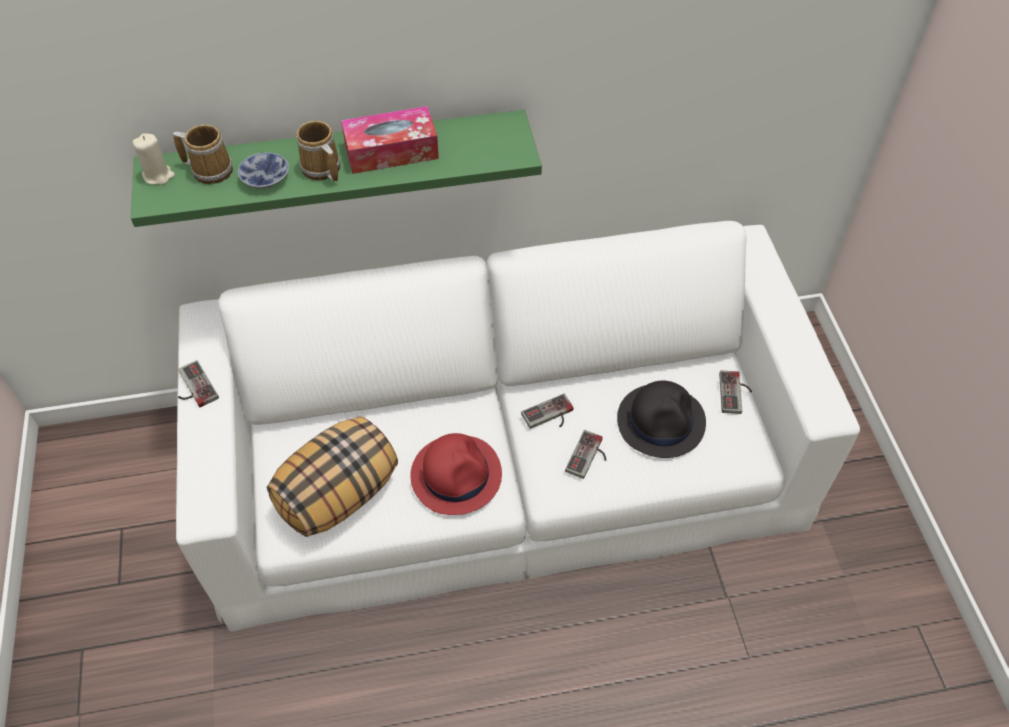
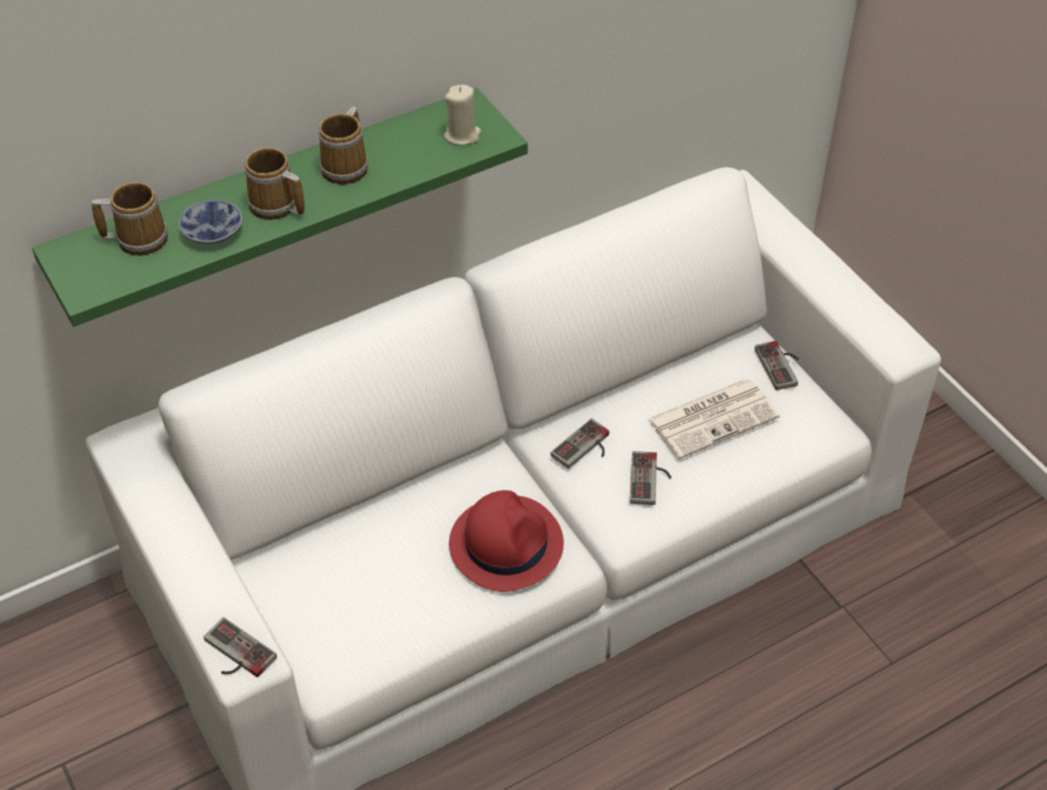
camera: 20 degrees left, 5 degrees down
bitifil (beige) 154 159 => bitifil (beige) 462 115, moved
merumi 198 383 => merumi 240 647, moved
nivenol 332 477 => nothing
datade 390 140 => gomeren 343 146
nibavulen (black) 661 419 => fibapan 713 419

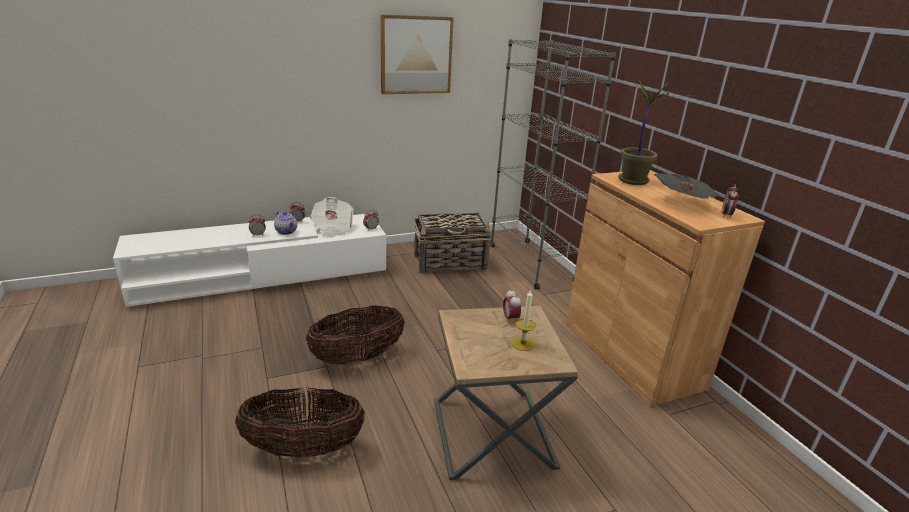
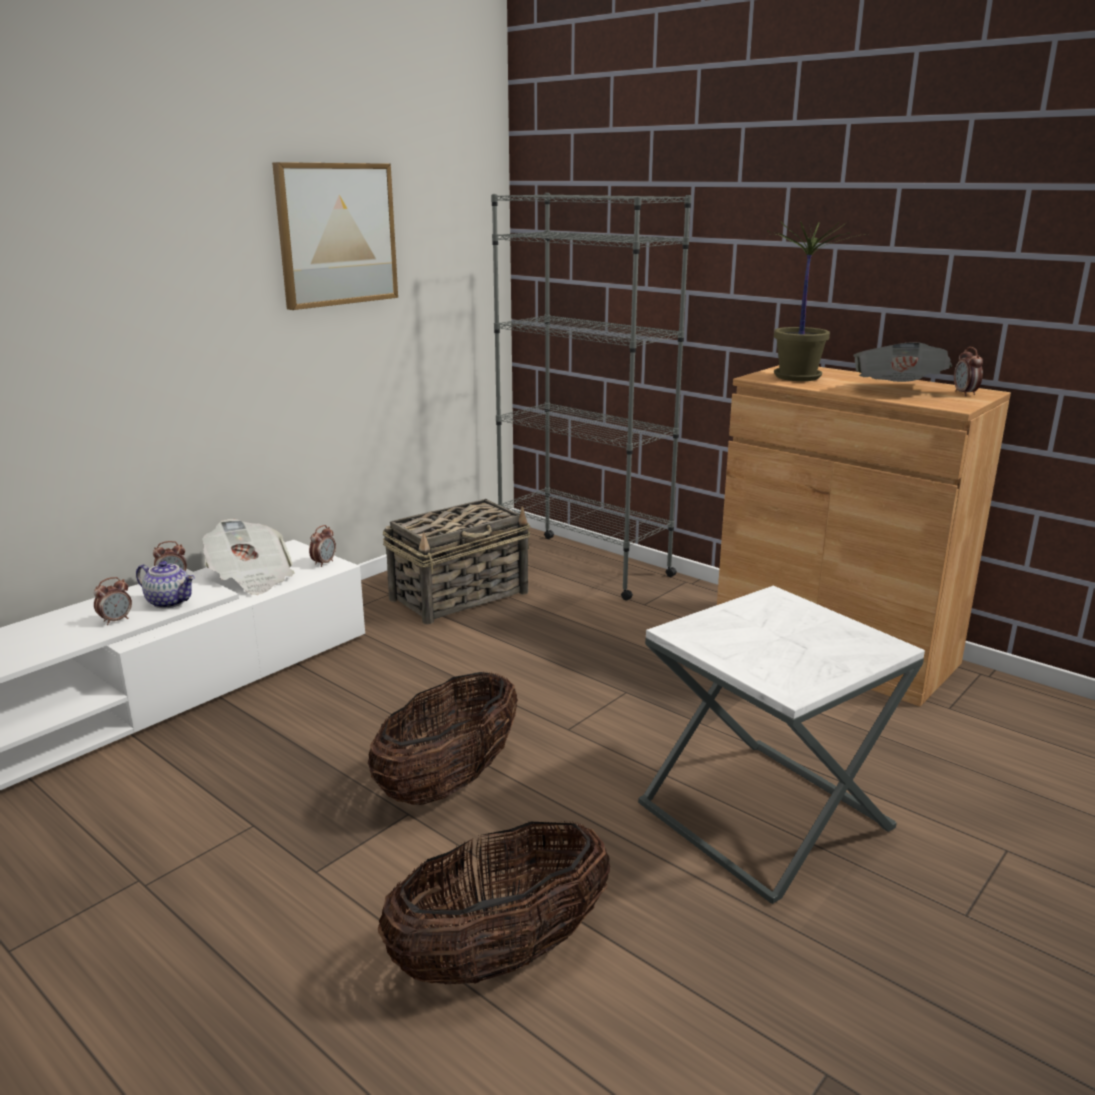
camera: 25 degrees left, 5 degrees down
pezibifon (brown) 506 393 => pezibifon (white) 781 745
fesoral 512 306 => nothing
bitifil 524 320 => nothing

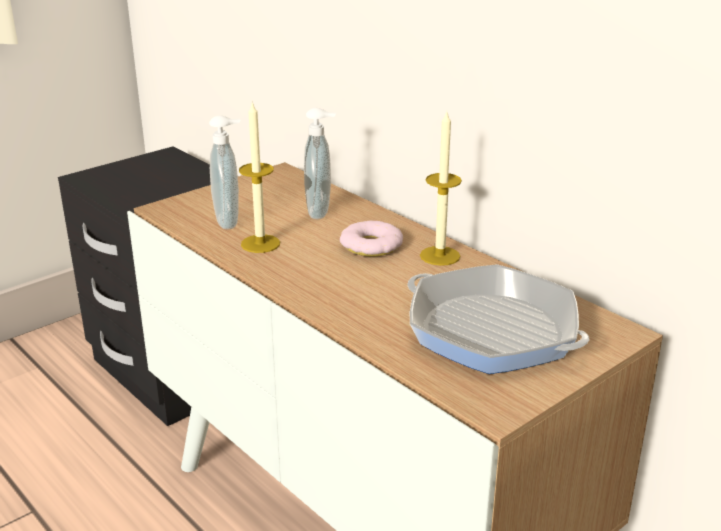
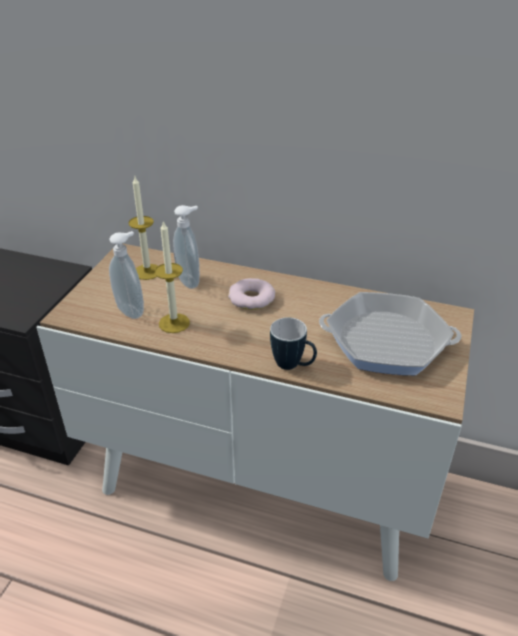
camera: 30 degrees left, 10 degrees up
bitifil 441 189 => bitifil 143 228, moved
nothing => gomeren 293 343

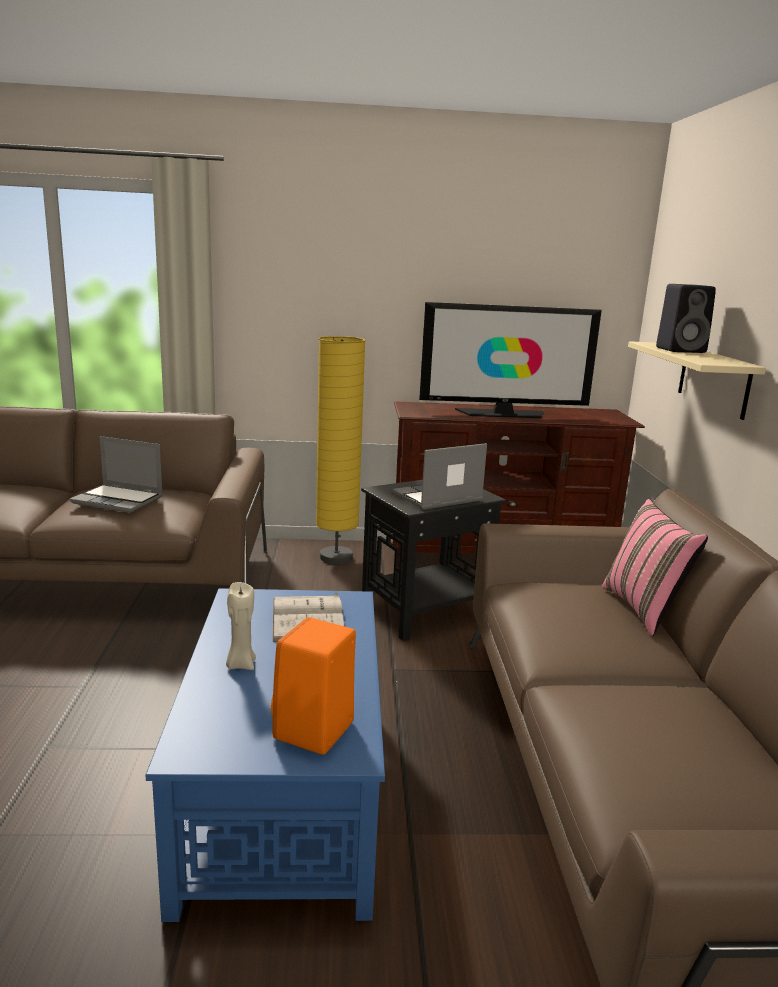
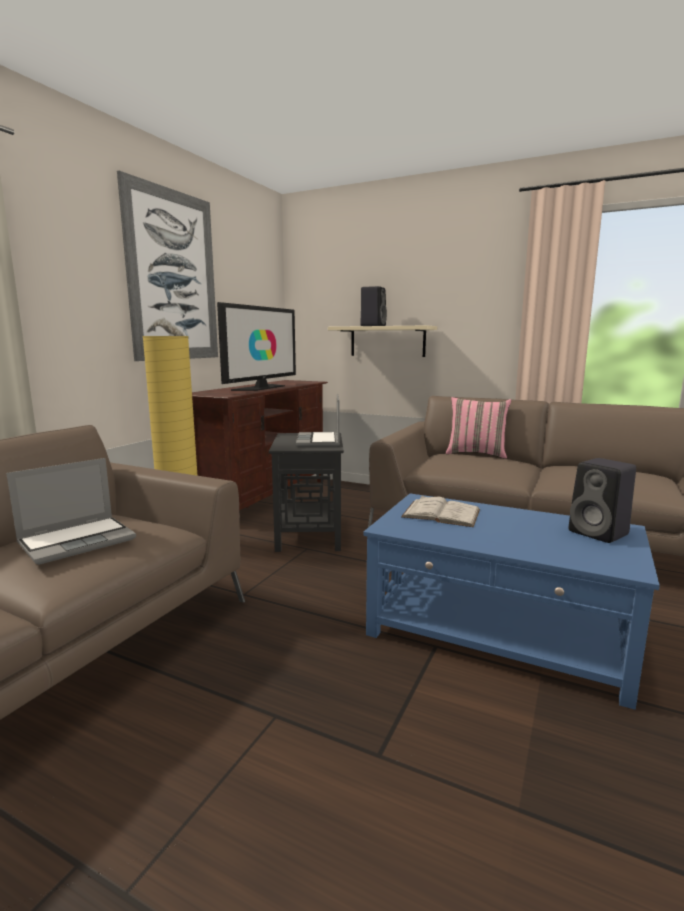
camera: 60 degrees left, 5 degrees down
bitifil (beige) 241 626 => nothing
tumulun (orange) 313 686 => tumulun (black) 602 500
nothing => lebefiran 167 266

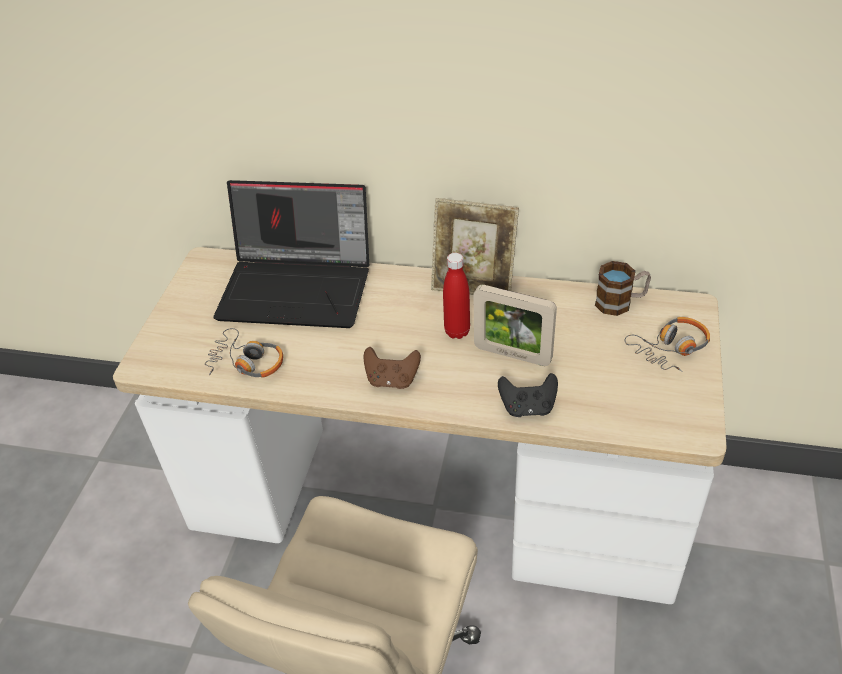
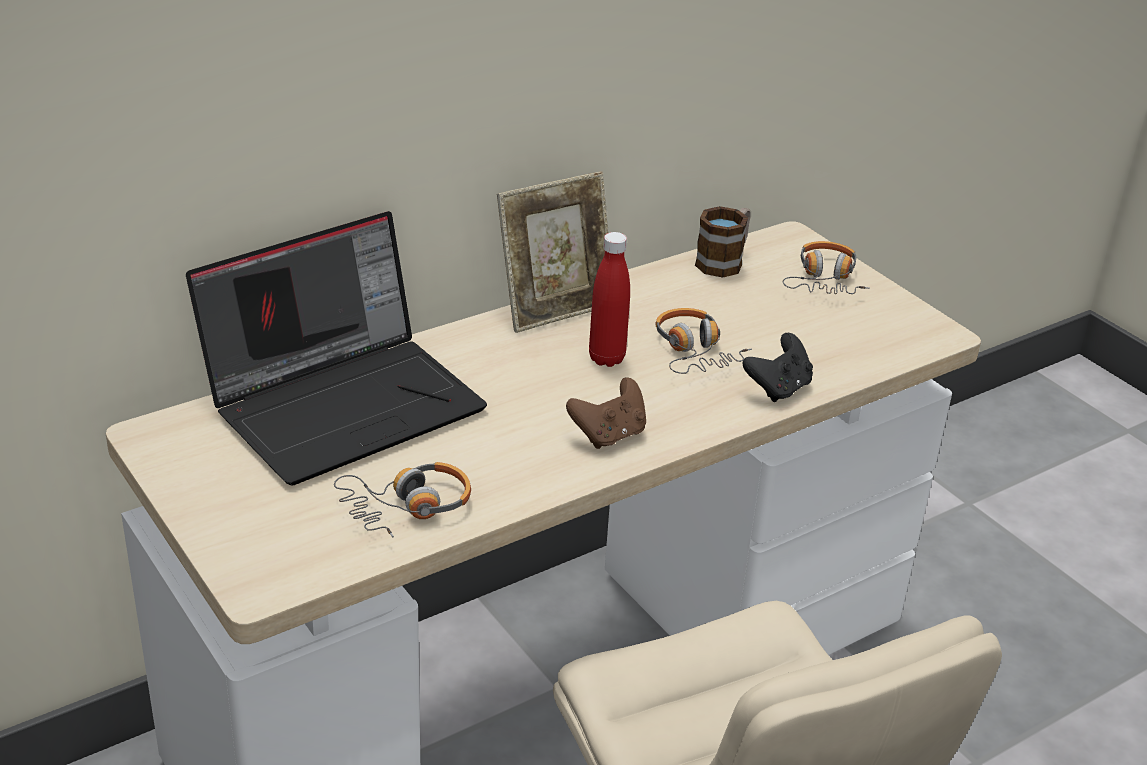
camera: 50 degrees left, 10 degrees down
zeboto 515 325 => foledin 703 341

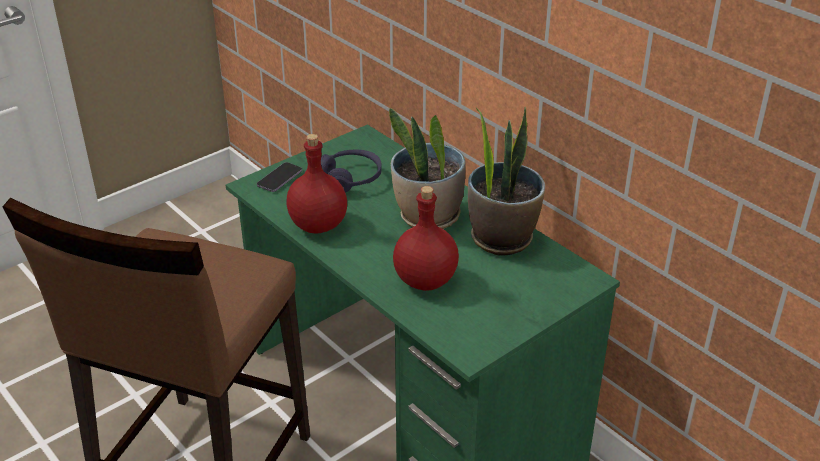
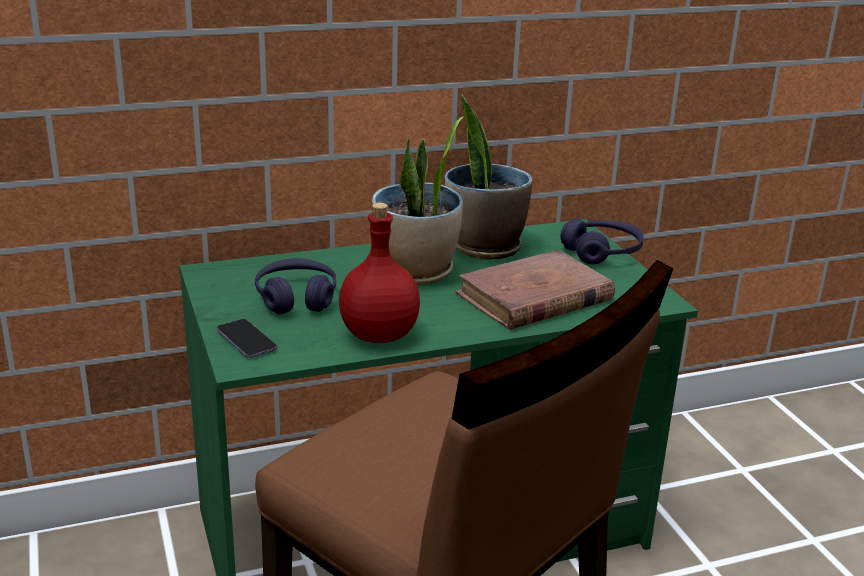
camera: 70 degrees left, 10 degrees down
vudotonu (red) 426 238 => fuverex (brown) 535 290
nothing => foledin (purple) 602 241

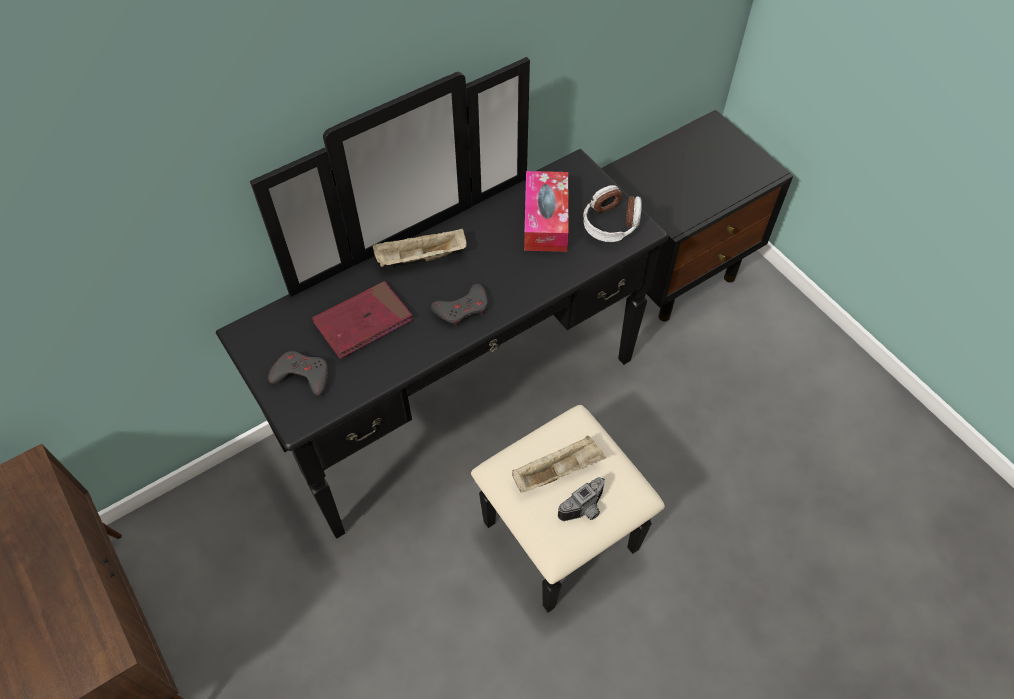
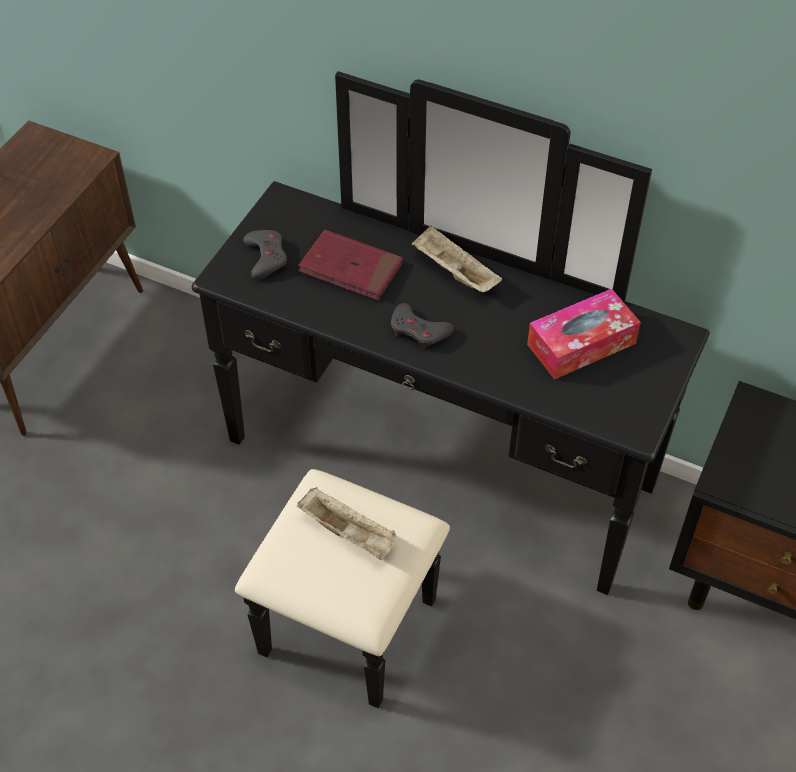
camera: 60 degrees right, 5 degrees down
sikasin 581 499 => nothing
foledin 612 213 => nothing

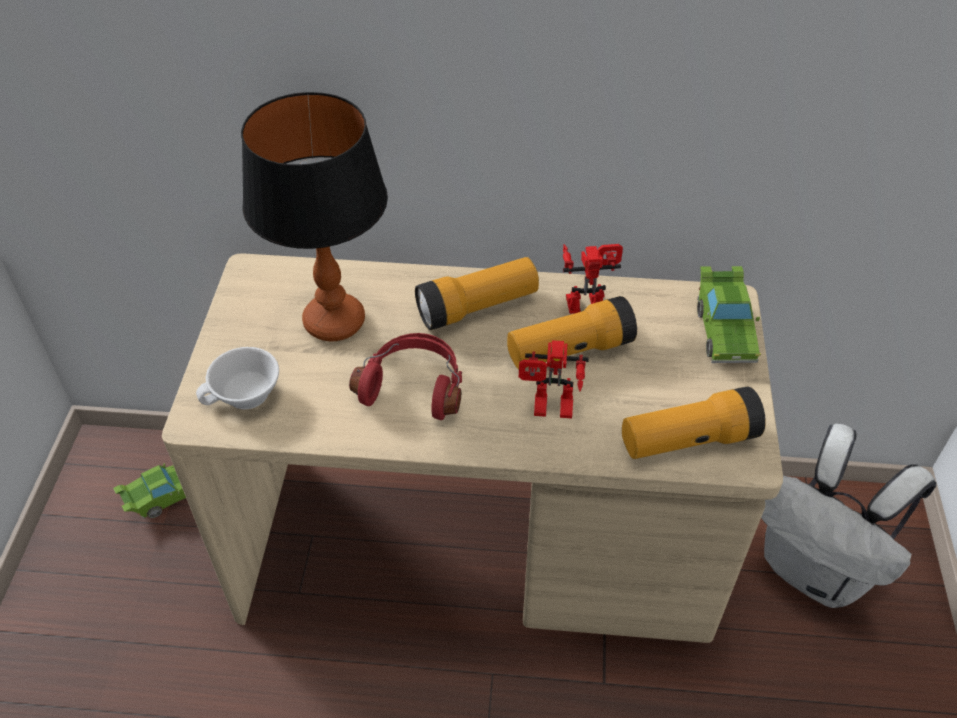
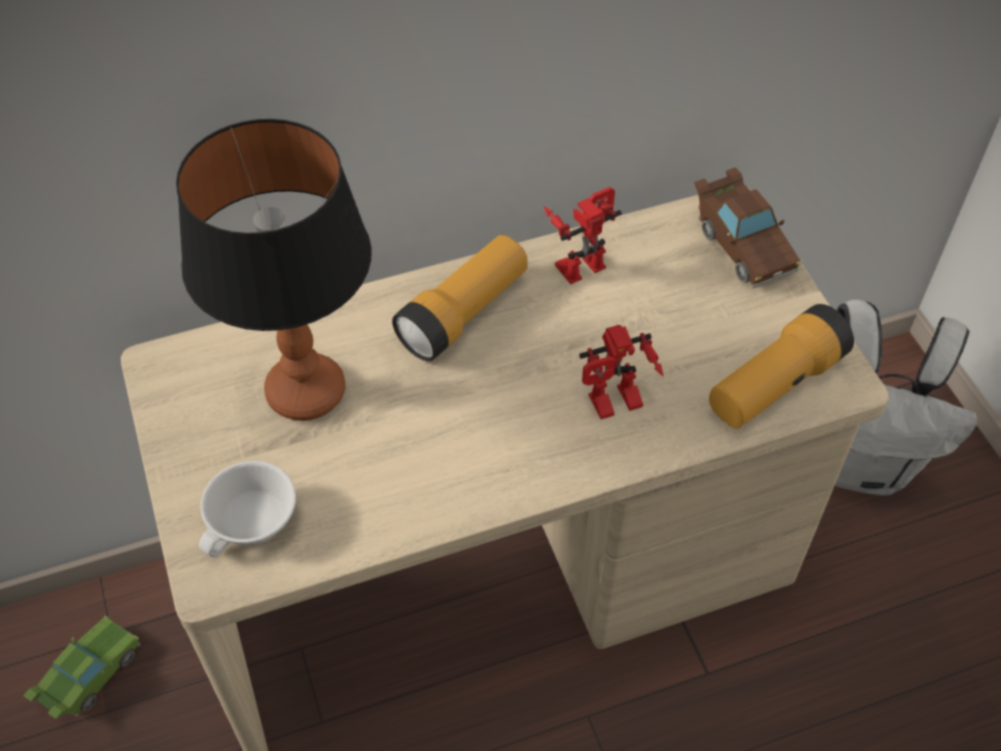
camera: 25 degrees left, 5 degrees up
foledin (red) 405 376 => nothing
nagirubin 572 332 => nothing
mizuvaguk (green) 729 314 => mizuvaguk (brown) 748 227

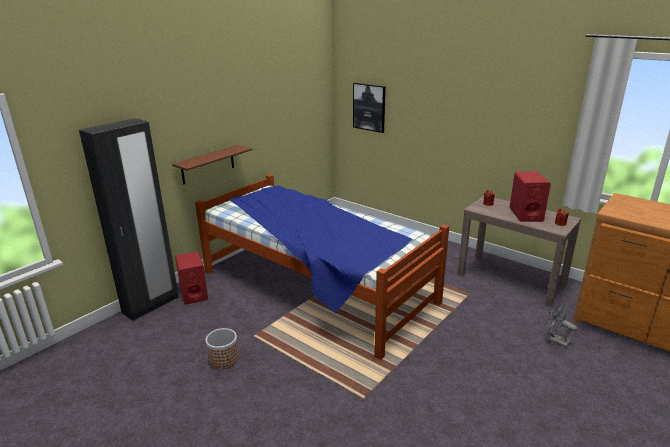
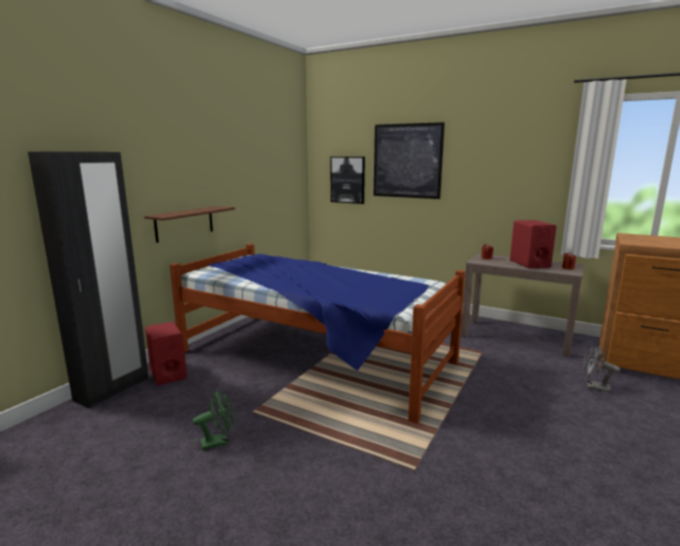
camera: 10 degrees left, 10 degrees down
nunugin 222 348 => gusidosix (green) 213 420
nothing => lebefiran 409 160

